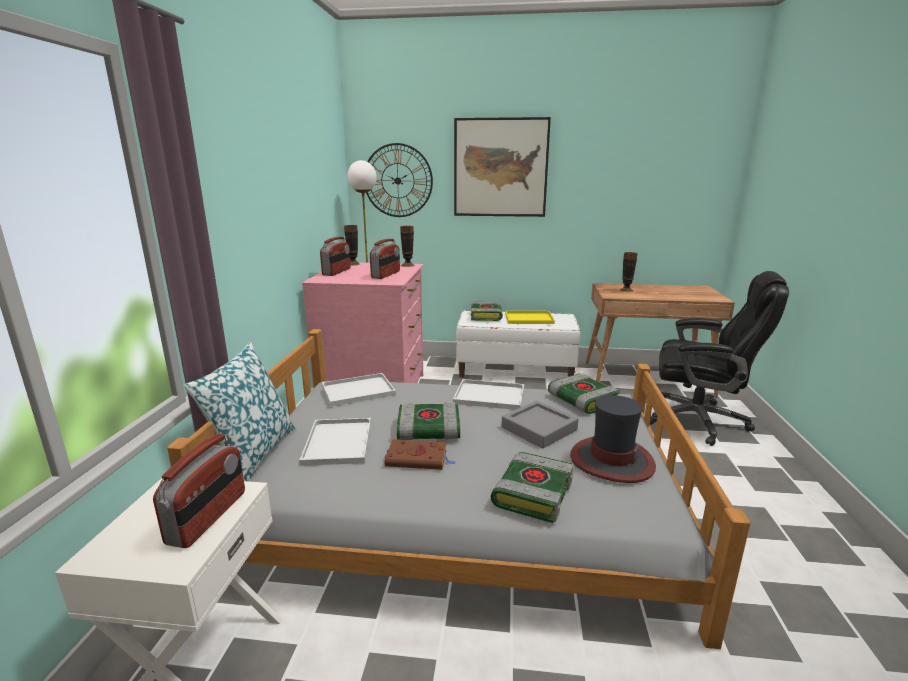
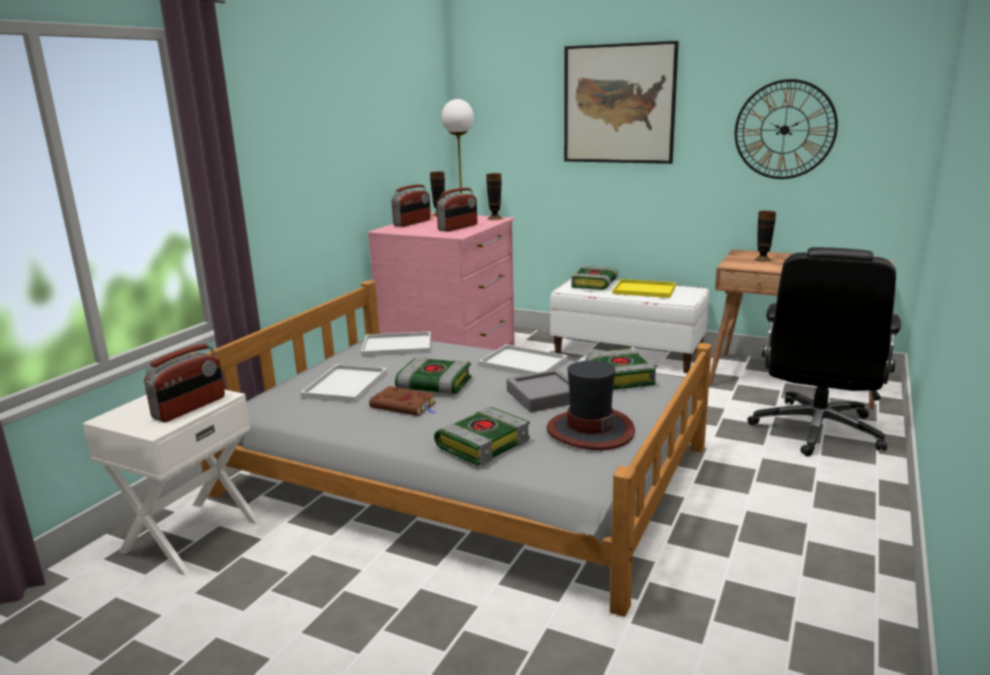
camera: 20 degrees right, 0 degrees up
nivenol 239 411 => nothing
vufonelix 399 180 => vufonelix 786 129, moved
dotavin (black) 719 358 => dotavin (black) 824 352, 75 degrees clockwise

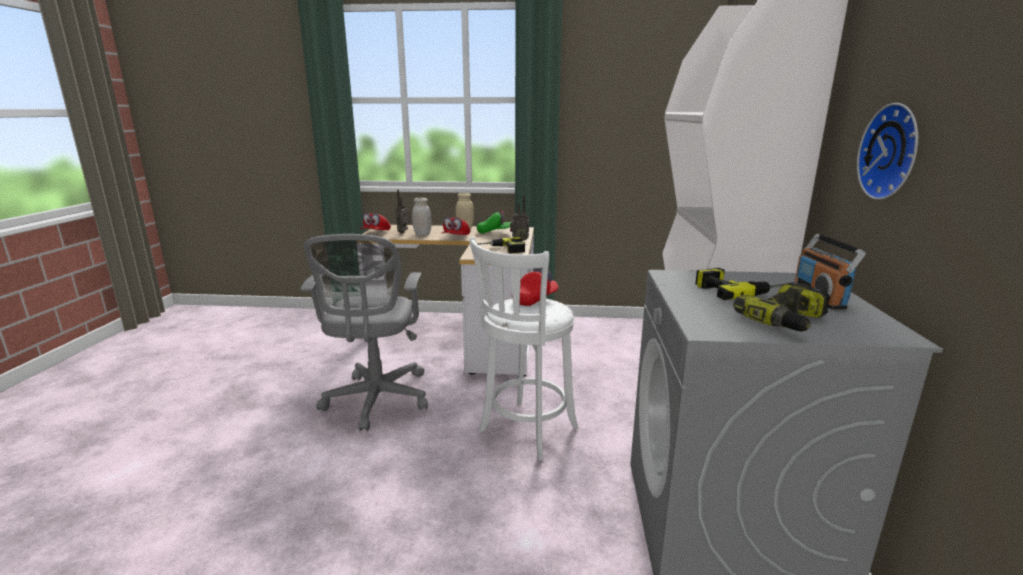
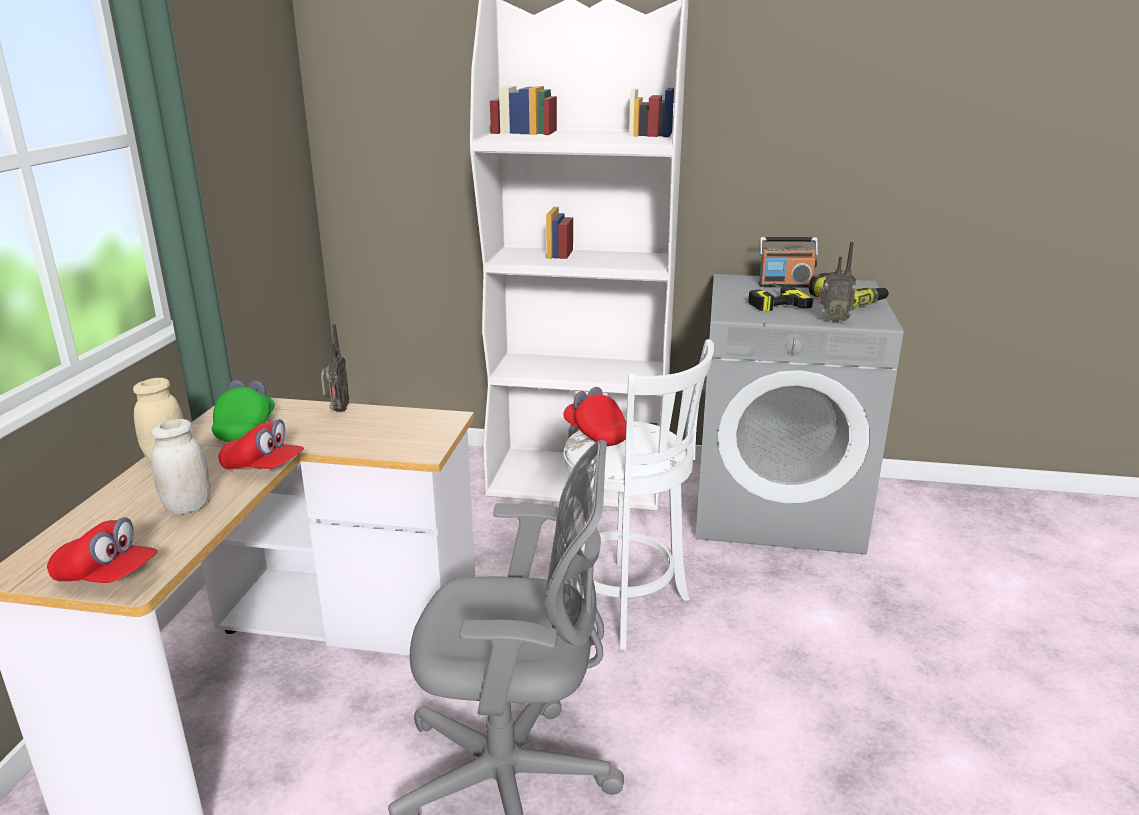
camera: 85 degrees left, 5 degrees up
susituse 403 211 => susituse 837 282, moved
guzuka 501 245 => nothing
vufonelix 887 151 => nothing

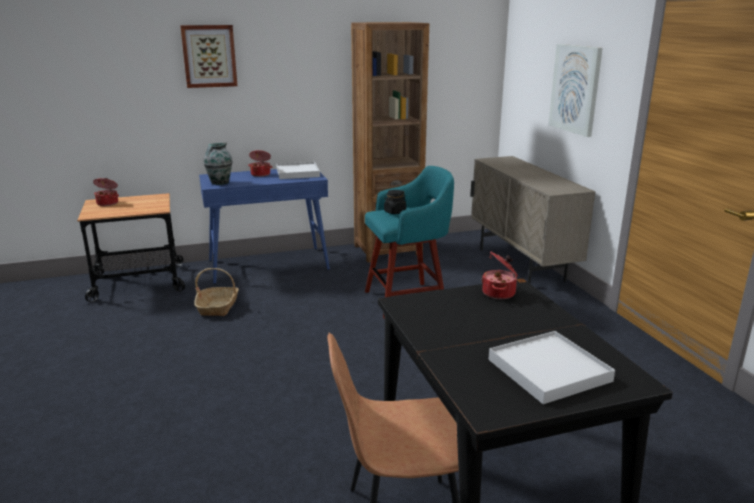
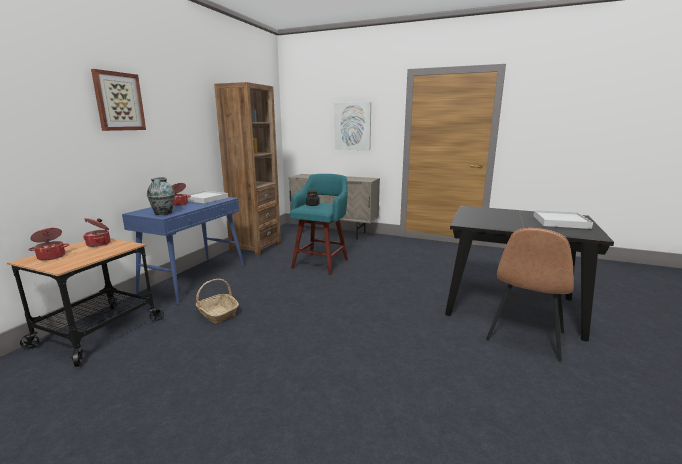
camera: 50 degrees left, 5 degrees down
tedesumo 499 275 => tedesumo 96 232, moved

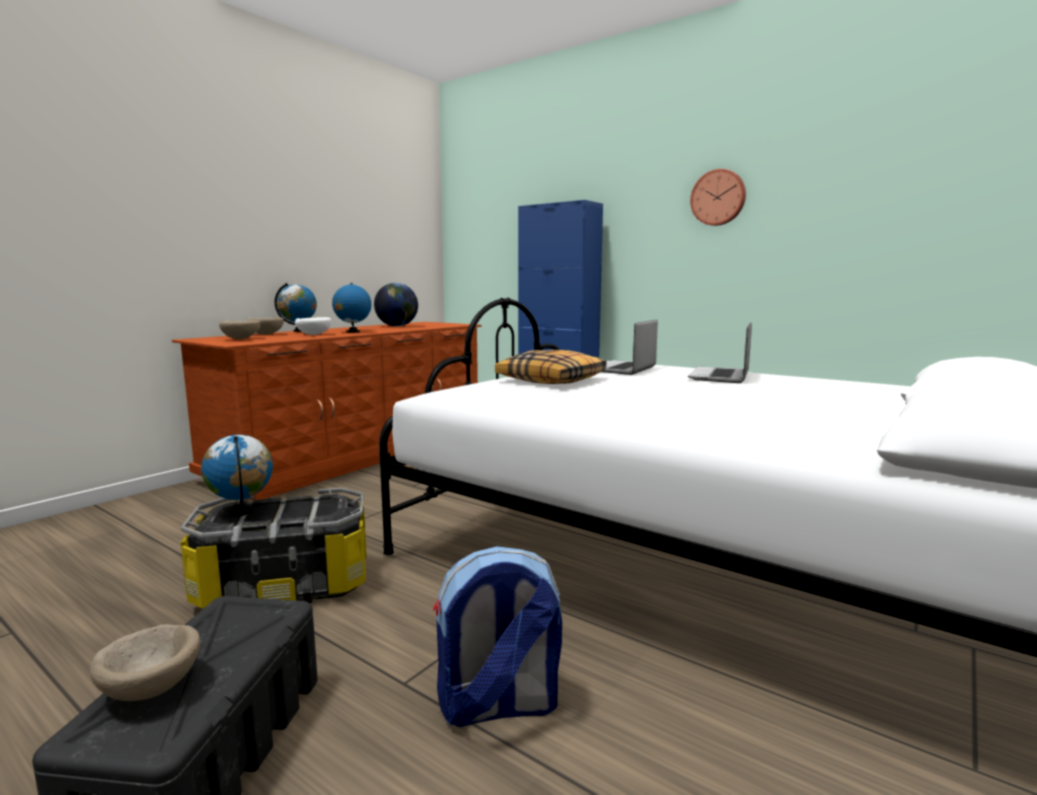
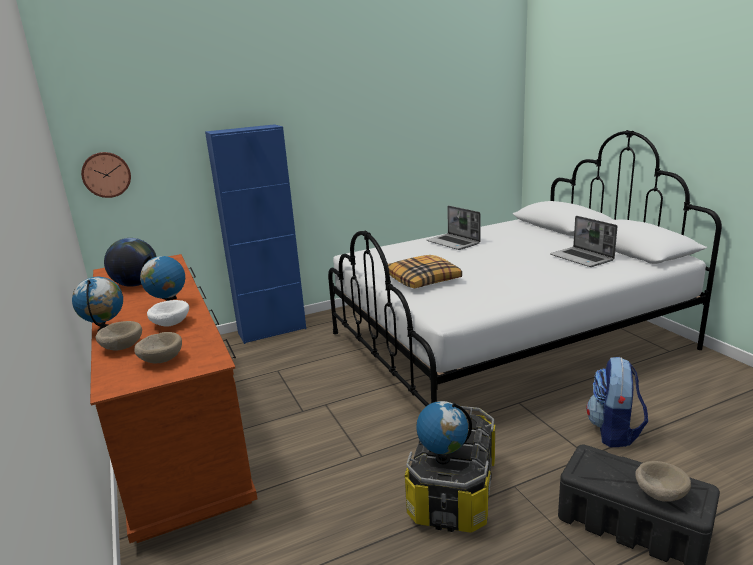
camera: 60 degrees left, 10 degrees up
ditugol 630 347 => ditugol 583 241, moved
vufonelix 718 197 => vufonelix 106 175, moved

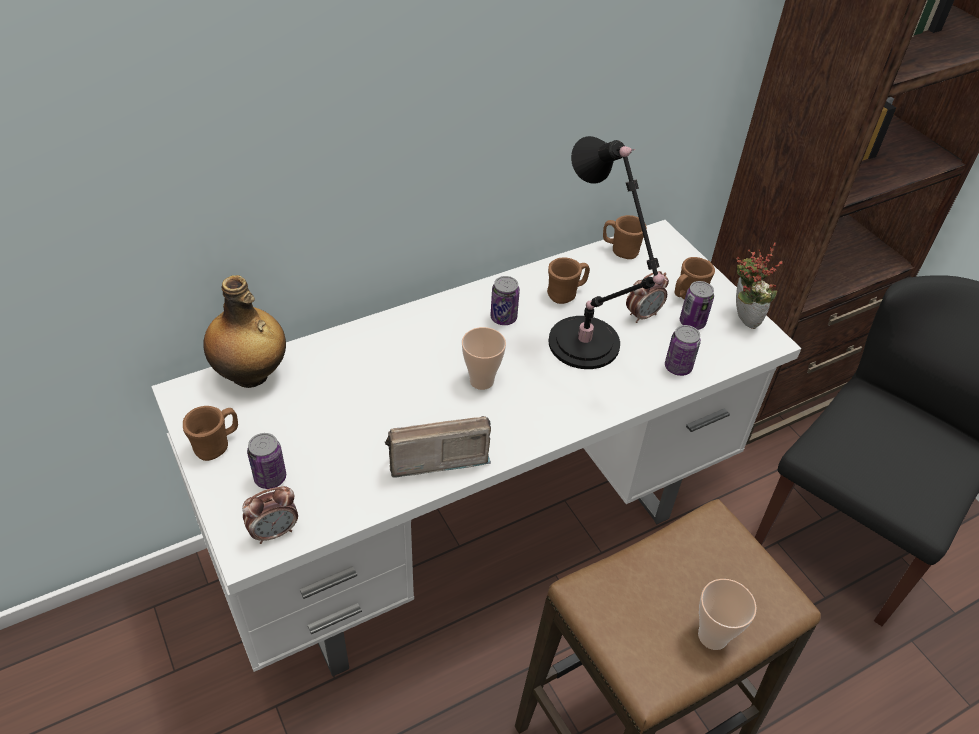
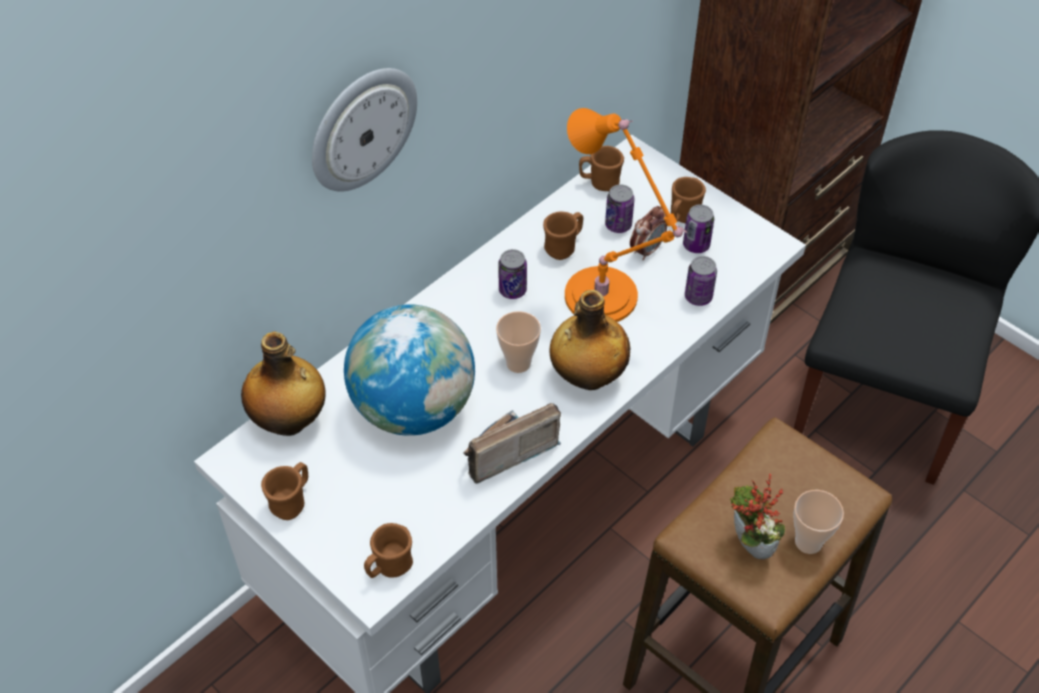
camera: 15 degrees left, 5 degrees up
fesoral 270 515 => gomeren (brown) 388 550
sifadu 266 461 => sifadu 619 208, moved
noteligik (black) 608 252 => noteligik (orange) 626 215
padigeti 759 286 => padigeti 757 517, moved
nothing => vufonelix 364 130
nothing => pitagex 409 370
nothing => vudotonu 590 340

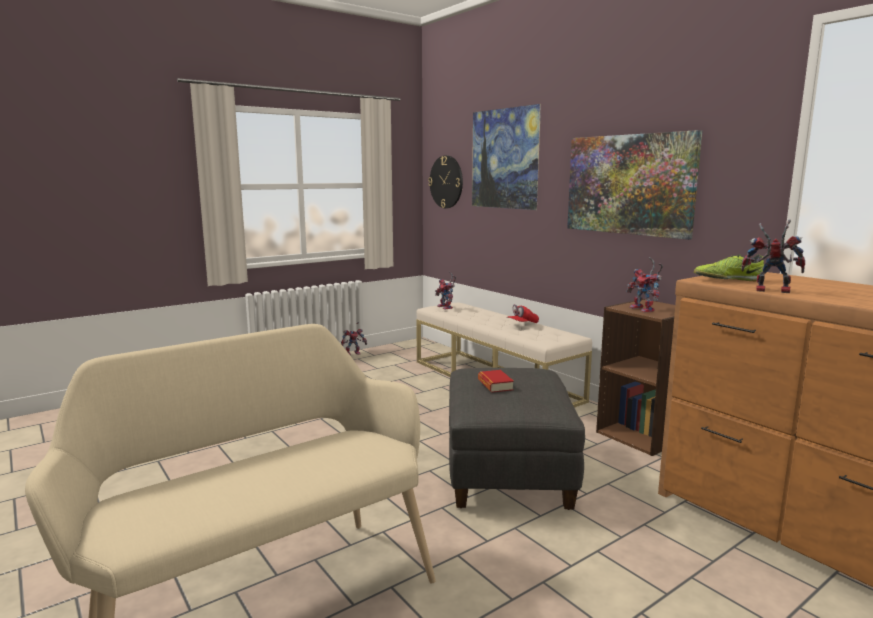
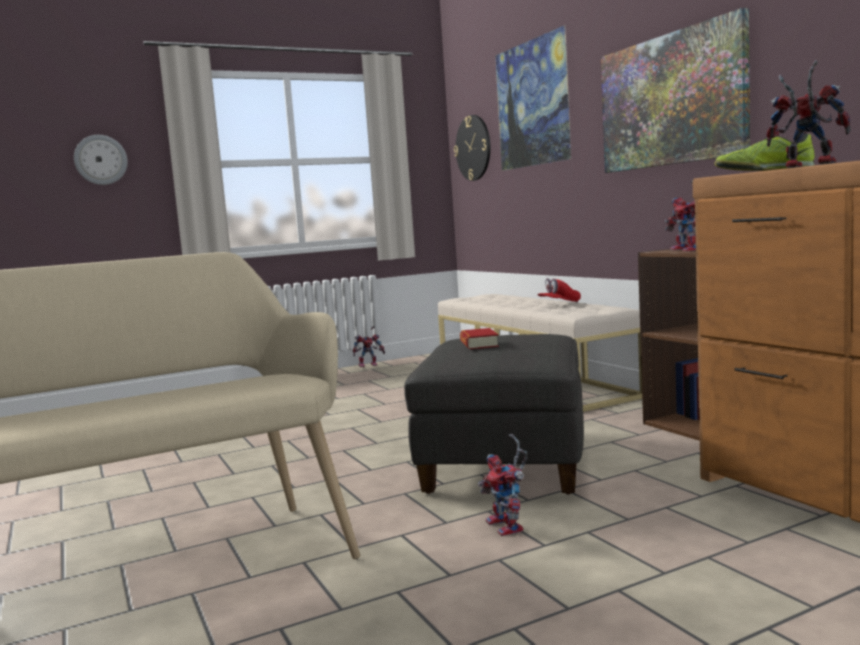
camera: 10 degrees right, 5 degrees down
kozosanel 445 290 => kozosanel 503 485, moved
nothing => vufonelix 101 160

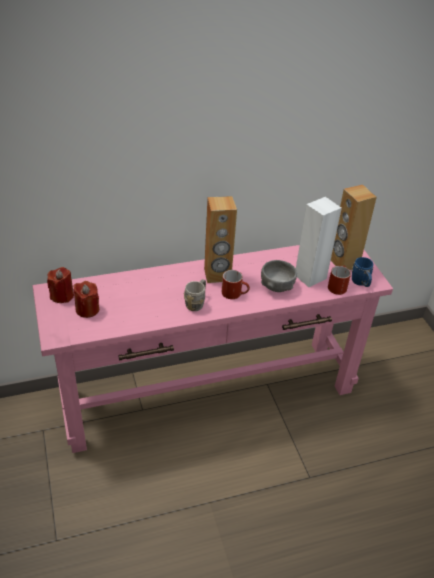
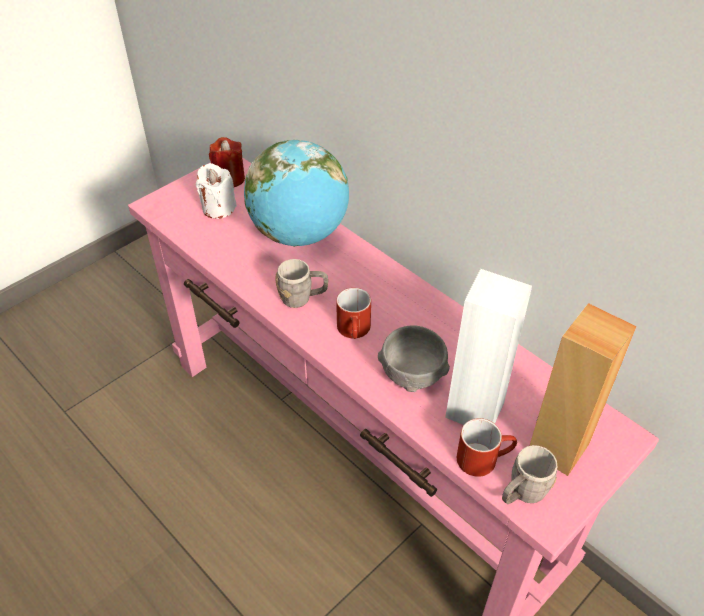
camera: 65 degrees right, 5 degrees up
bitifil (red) 86 299 => bitifil (white) 216 191
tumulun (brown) 220 239 => nothing
gomeren (blue) 362 272 => gomeren (grey) 529 474
nothing => pitagex 296 193

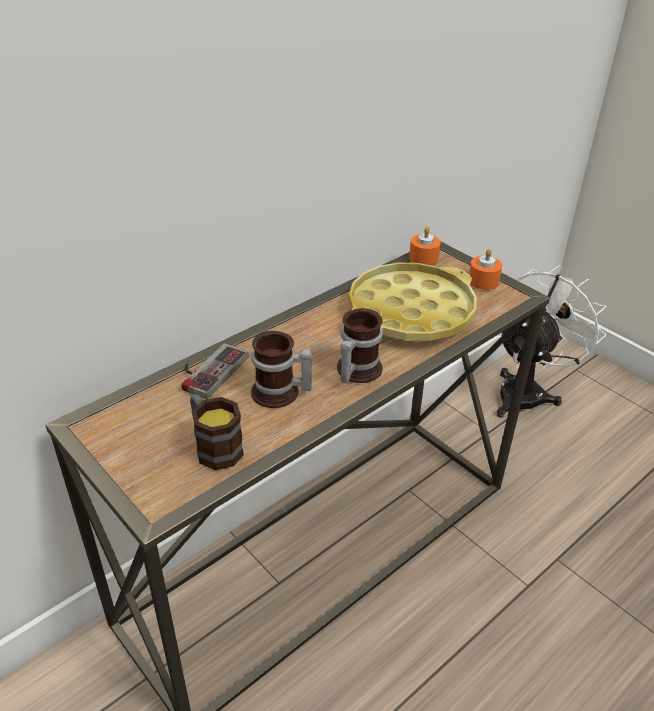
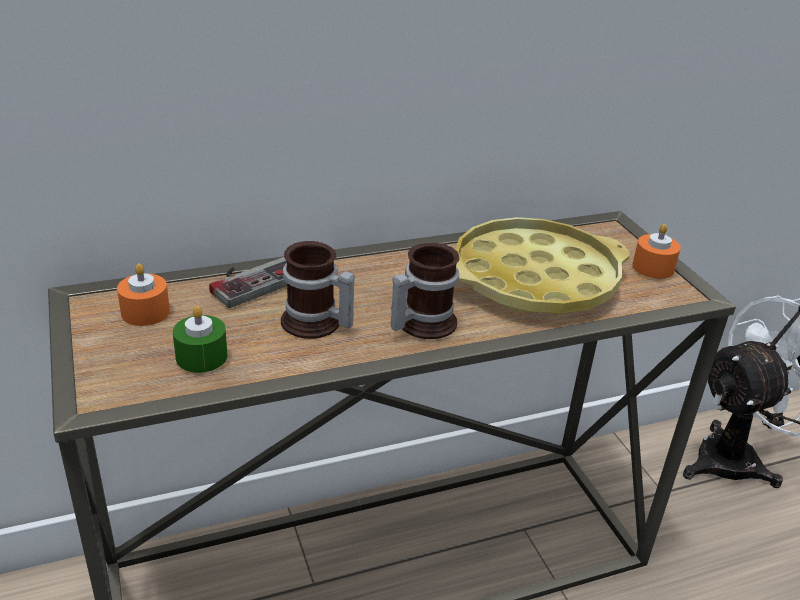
camera: 20 degrees right, 5 degrees down
gomeren 217 432 => bitifil (green) 200 339
bitifil (orange) 425 246 => bitifil (orange) 143 294, moved

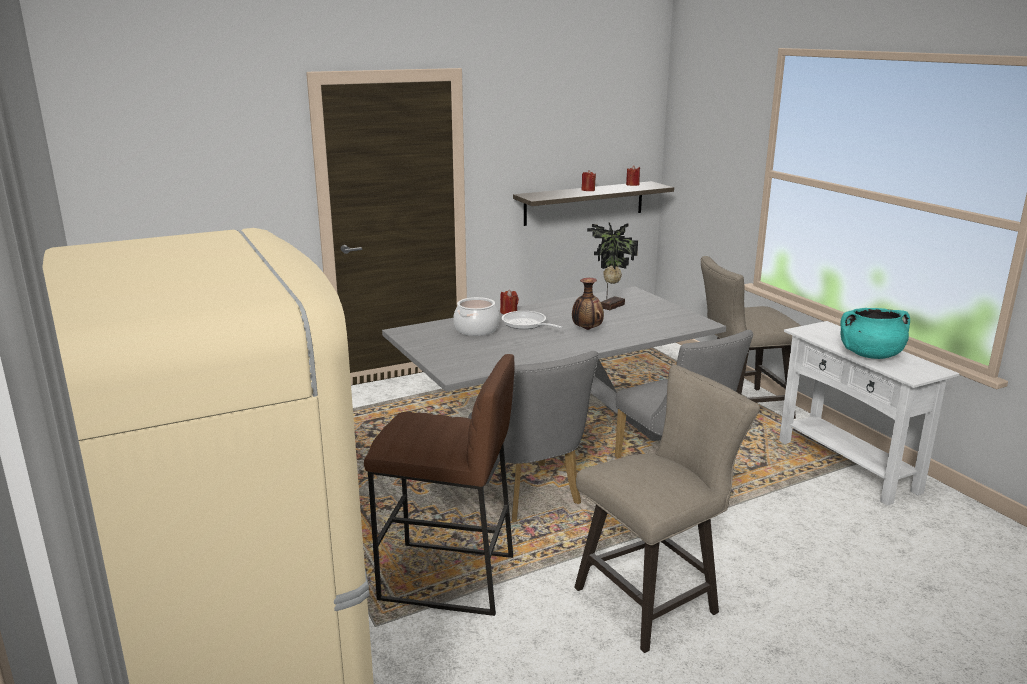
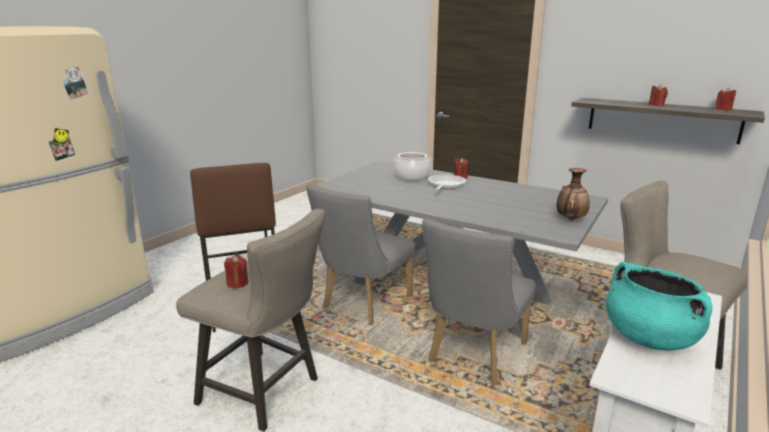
camera: 60 degrees right, 0 degrees up
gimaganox 588 304 => gimaganox 573 194, moved
padigeti 612 266 => nothing
nothing => bitifil (red) 236 271

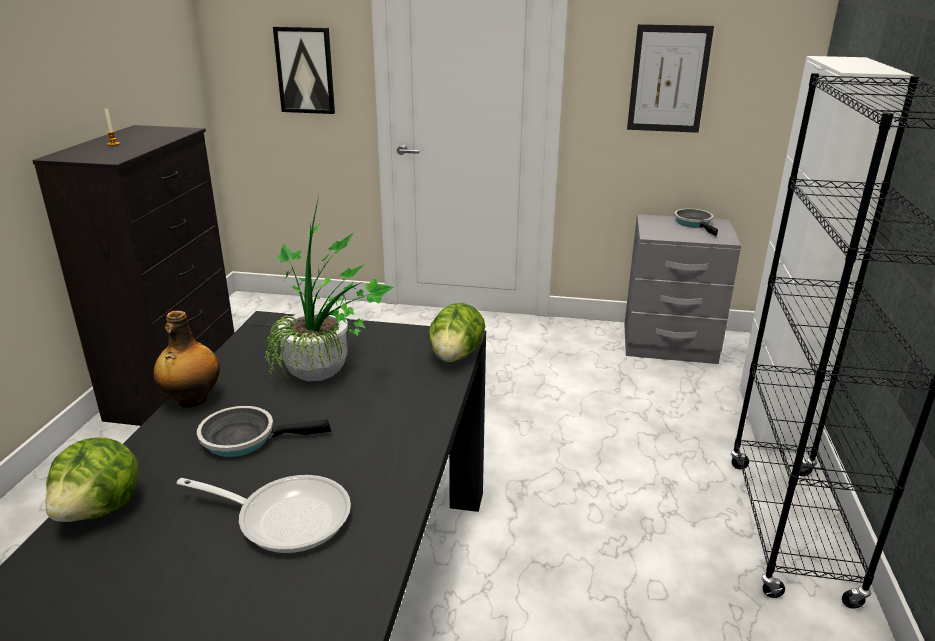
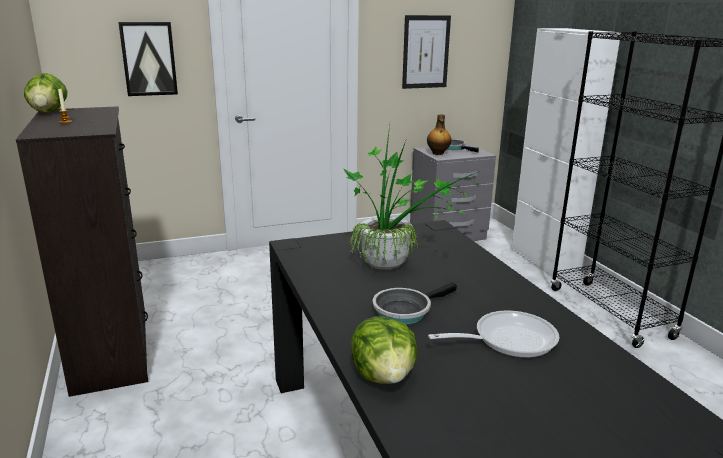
camera: 30 degrees left, 5 degrees down
vudotonu 187 359 => vudotonu 439 134, moved
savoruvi 456 332 => savoruvi 46 93, moved

